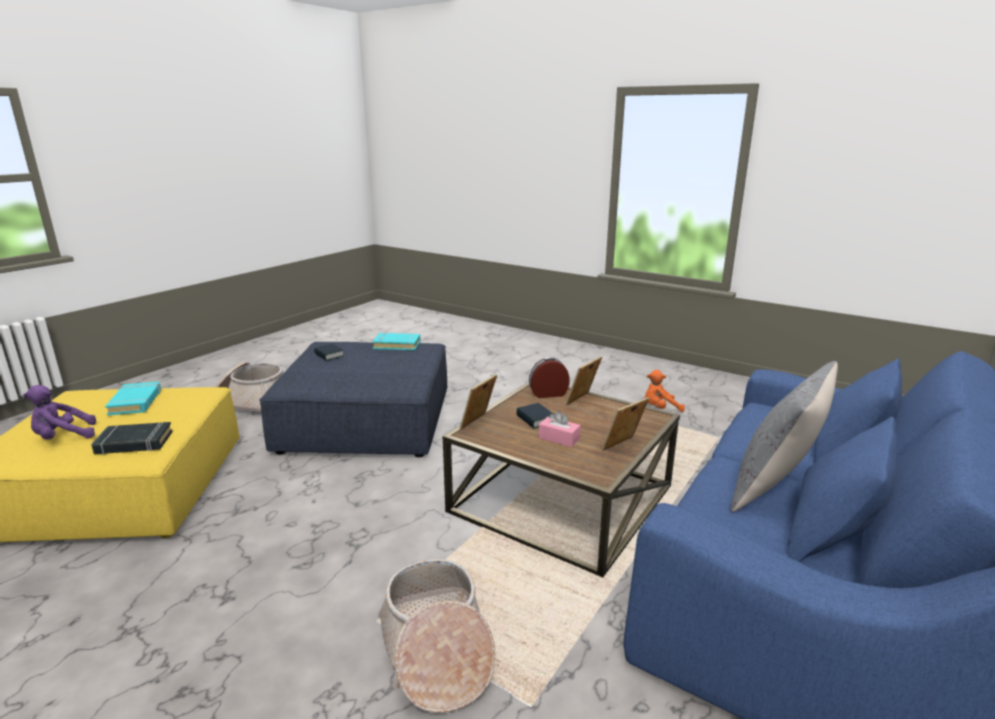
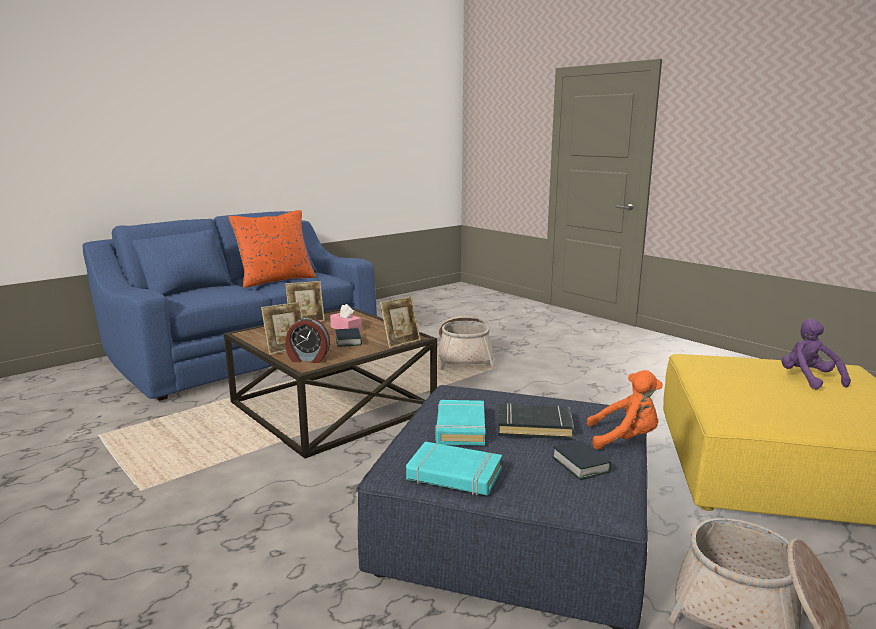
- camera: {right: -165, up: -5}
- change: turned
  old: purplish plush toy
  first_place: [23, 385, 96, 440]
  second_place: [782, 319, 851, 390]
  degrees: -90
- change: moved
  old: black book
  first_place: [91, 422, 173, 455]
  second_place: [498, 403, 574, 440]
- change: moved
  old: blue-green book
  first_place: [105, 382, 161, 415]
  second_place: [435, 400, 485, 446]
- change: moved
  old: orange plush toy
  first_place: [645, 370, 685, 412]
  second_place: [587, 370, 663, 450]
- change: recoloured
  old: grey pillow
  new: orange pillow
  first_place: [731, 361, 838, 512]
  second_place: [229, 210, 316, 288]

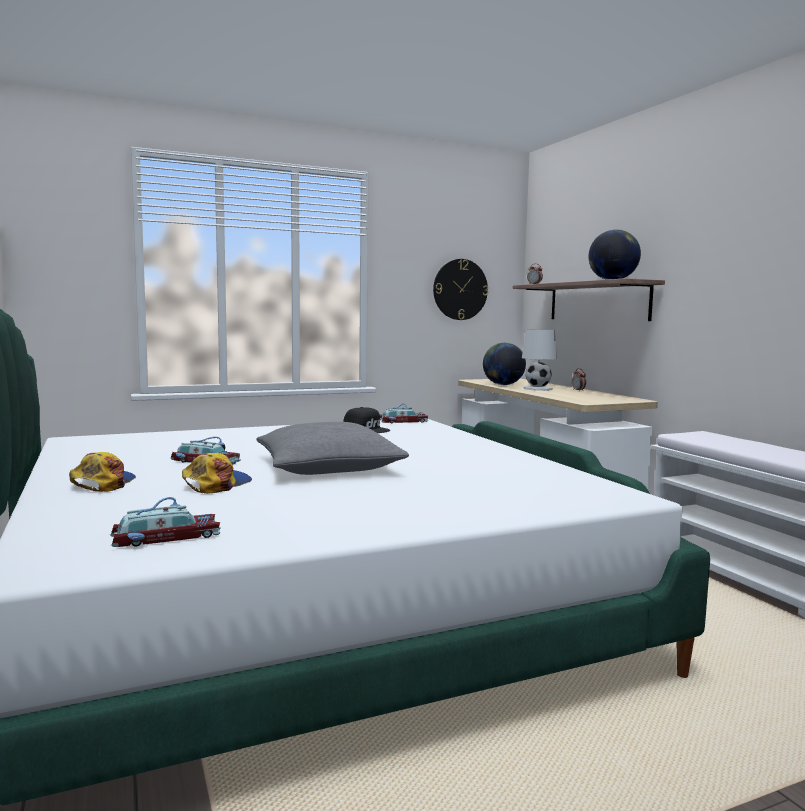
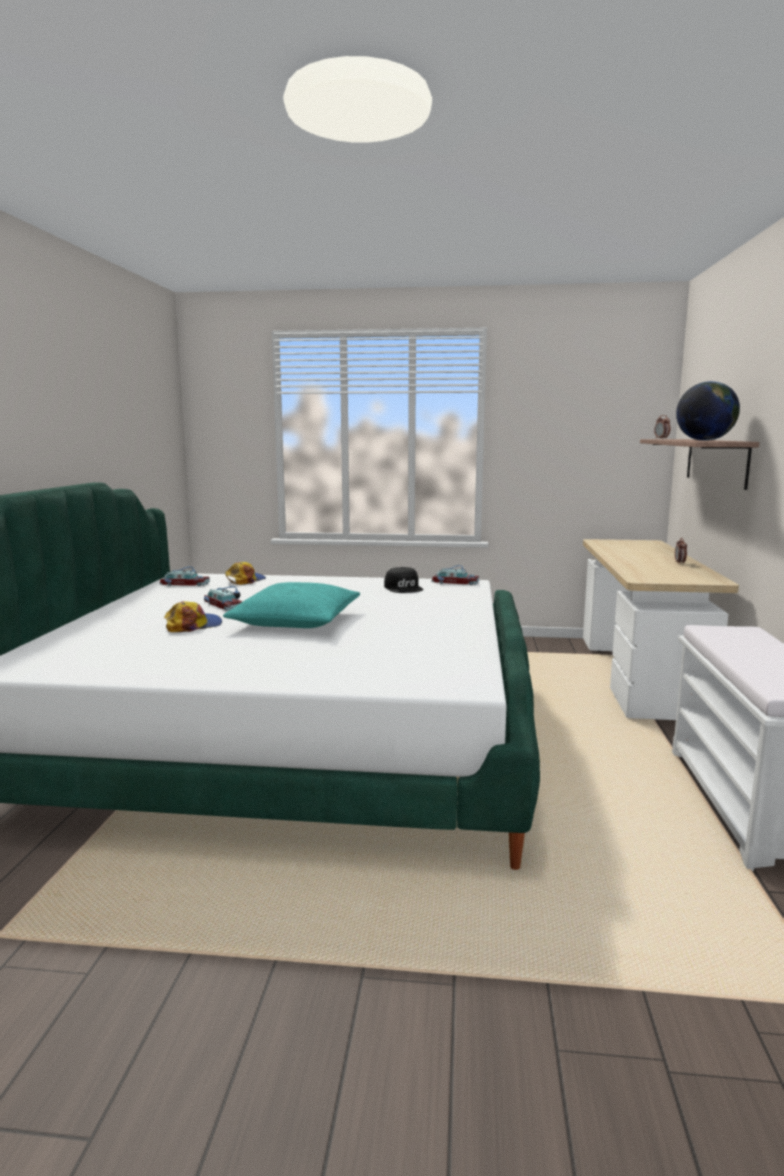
- camera: {right: 30, up: 5}
- change: moved
  old: peaked cap
  first_place: [69, 452, 136, 492]
  second_place: [225, 562, 266, 585]
- change: moved
  old: model car
  first_place: [110, 497, 221, 547]
  second_place: [159, 566, 210, 586]
- change: recoloured
  old: grey pillow
  new: blue-green pillow
  first_place: [256, 422, 409, 475]
  second_place: [223, 582, 360, 628]
- change: removed
  old: wall clock
  first_place: [433, 259, 488, 320]
- change: removed
  old: desk globe
  first_place: [483, 343, 526, 385]
- change: removed
  old: whitish tabletop lamp
  first_place: [522, 329, 557, 391]

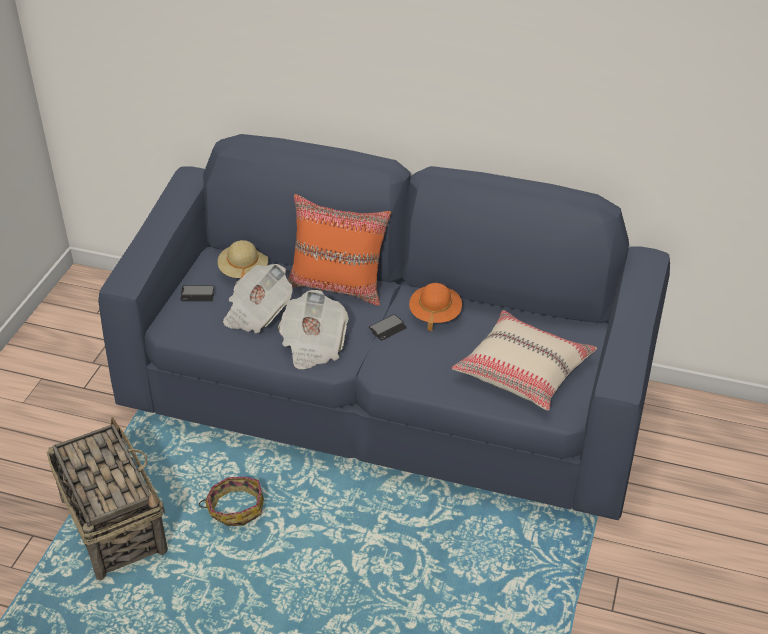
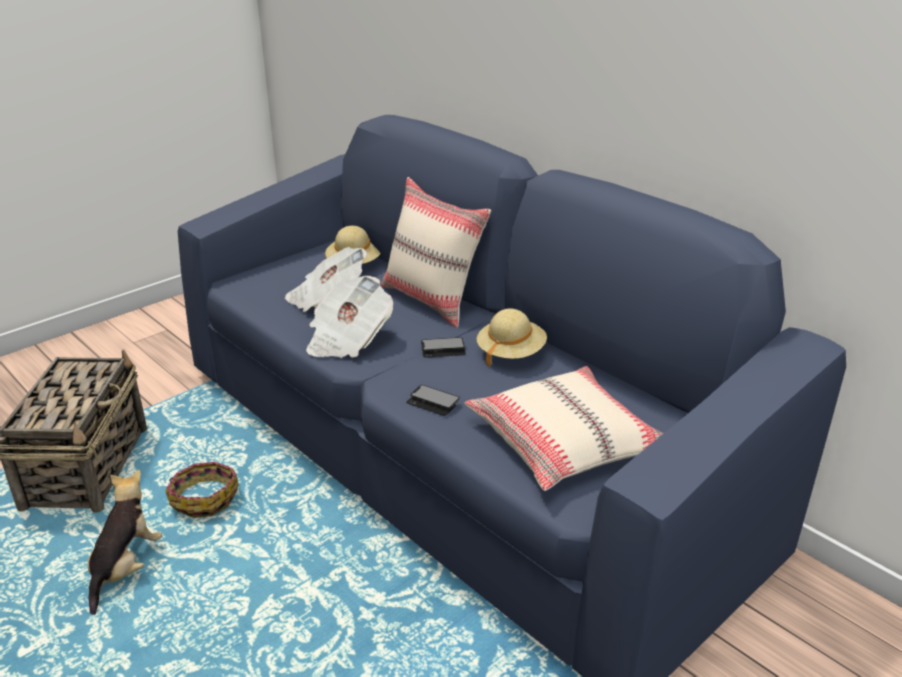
- camera: {right: 30, up: -10}
- change: moved
  old: handset
  first_place: [180, 285, 215, 301]
  second_place: [406, 385, 460, 416]
- change: recoloured
  old: orange pillow
  new: beige-coloured pillow
  first_place: [288, 194, 391, 306]
  second_place: [381, 177, 491, 328]
- change: recoloured
  old: orange clothing hat
  new: beige-coloured clothing hat
  first_place: [409, 283, 462, 332]
  second_place: [477, 309, 547, 367]
- change: added
  new: plush toy
  second_place: [88, 470, 162, 615]

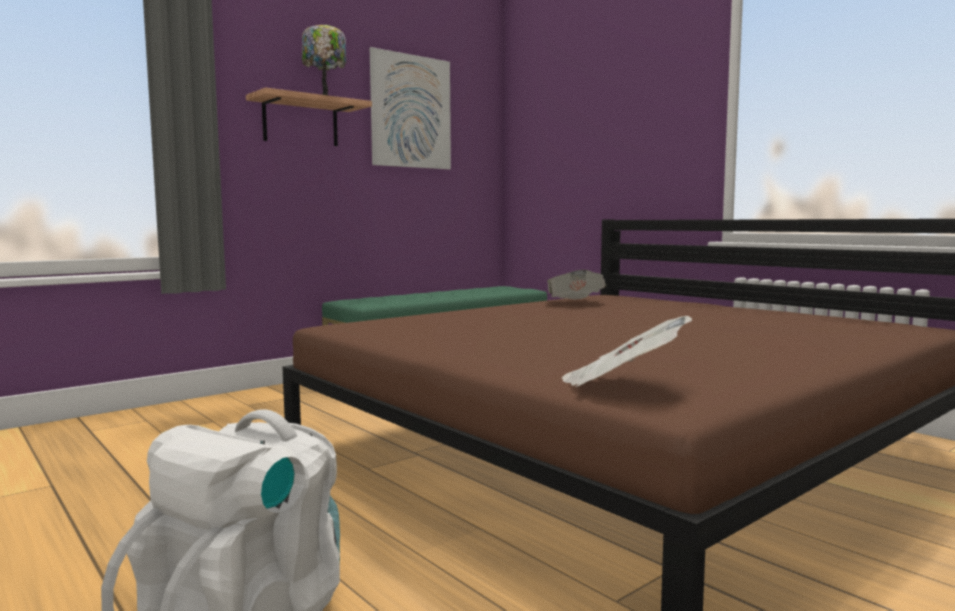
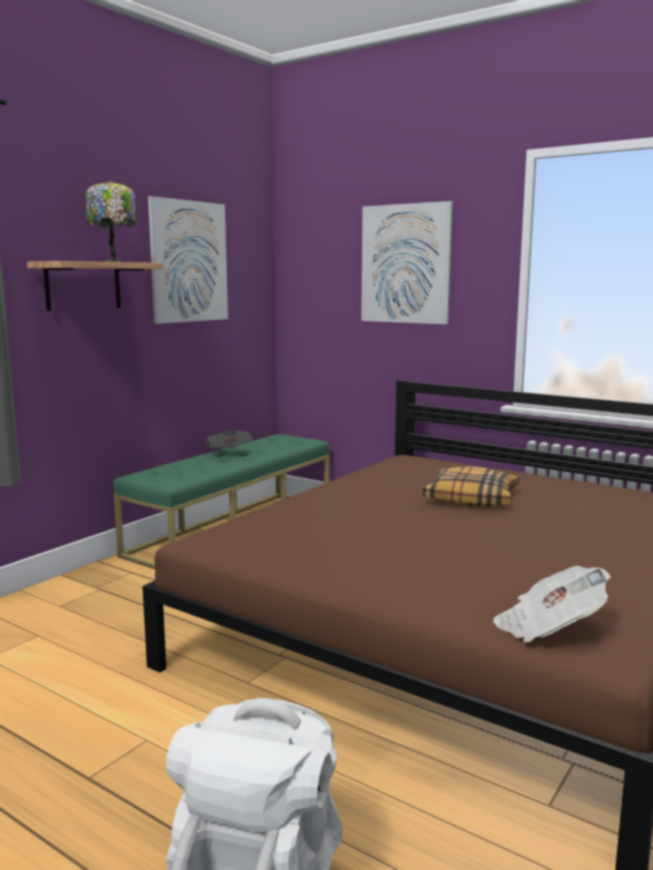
- camera: {right: -15, up: 5}
- change: moved
  old: newspaper
  first_place: [547, 270, 606, 299]
  second_place: [205, 430, 253, 448]
- change: added
  new: wall picture
  second_place: [361, 201, 453, 324]
- change: added
  new: pillow
  second_place: [423, 467, 519, 507]

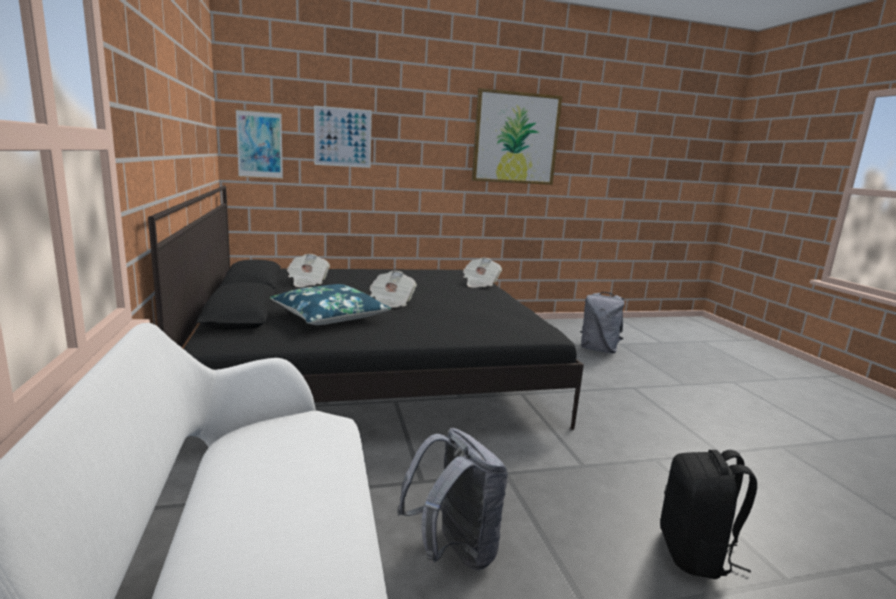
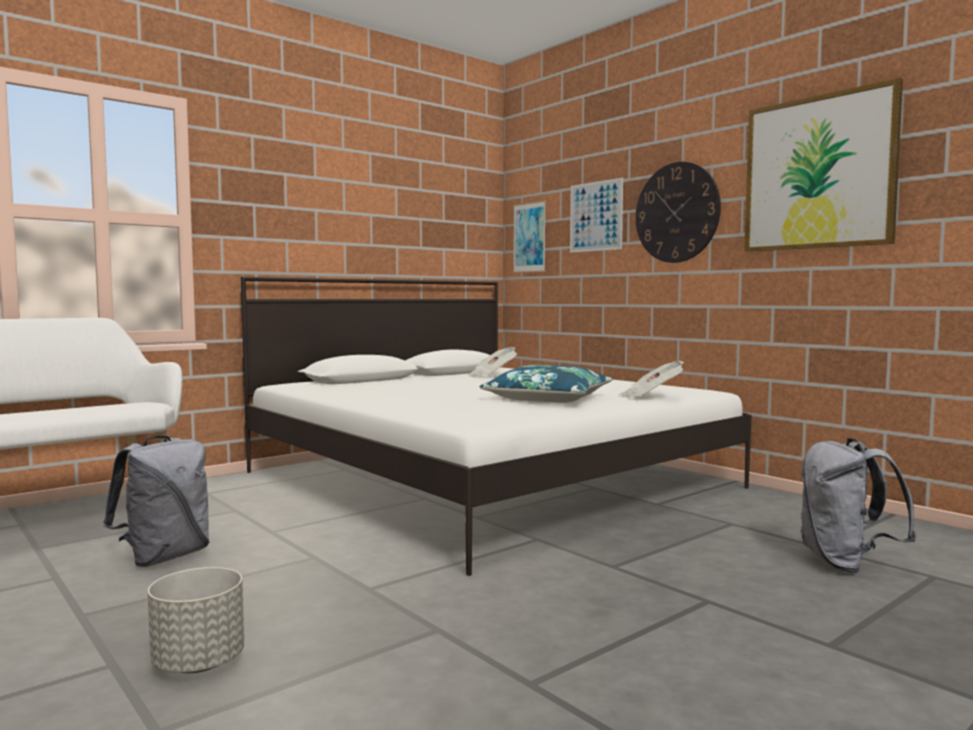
- camera: {right: 65, up: -10}
- change: recoloured
  old: black sleeping bed
  new: whitish sleeping bed
  first_place: [148, 186, 584, 430]
  second_place: [241, 277, 752, 576]
- change: moved
  old: blue-coloured pillow
  first_place: [270, 284, 391, 325]
  second_place: [479, 365, 613, 403]
- change: removed
  old: newspaper
  first_place: [369, 271, 417, 308]
- change: replaced
  old: black backpack
  new: grey planter
  first_place: [660, 450, 757, 579]
  second_place: [148, 567, 244, 673]
- change: added
  new: wall clock
  second_place: [635, 162, 721, 263]

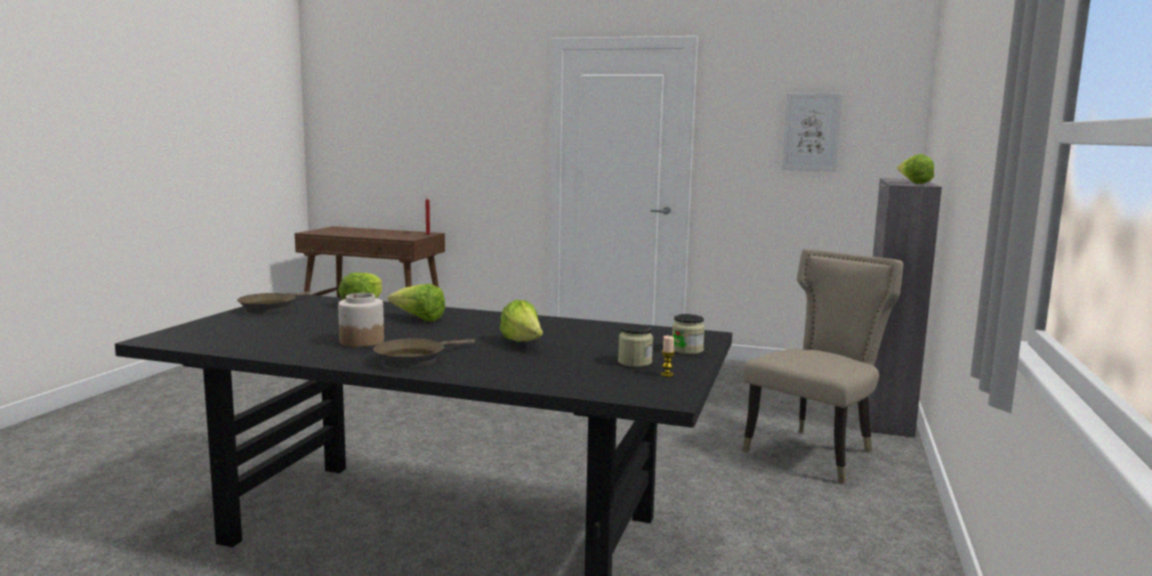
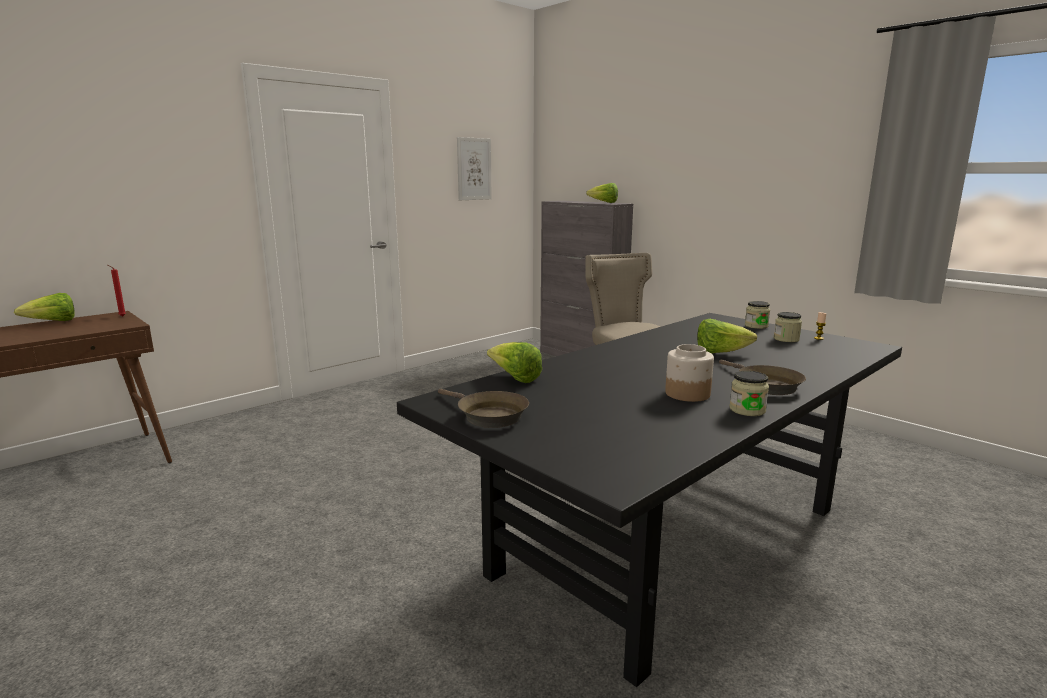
- camera: {right: -60, up: 5}
- change: moved
  old: head of lettuce
  first_place: [388, 284, 445, 321]
  second_place: [14, 293, 75, 321]
- change: added
  new: preserve jar
  second_place: [729, 371, 769, 416]

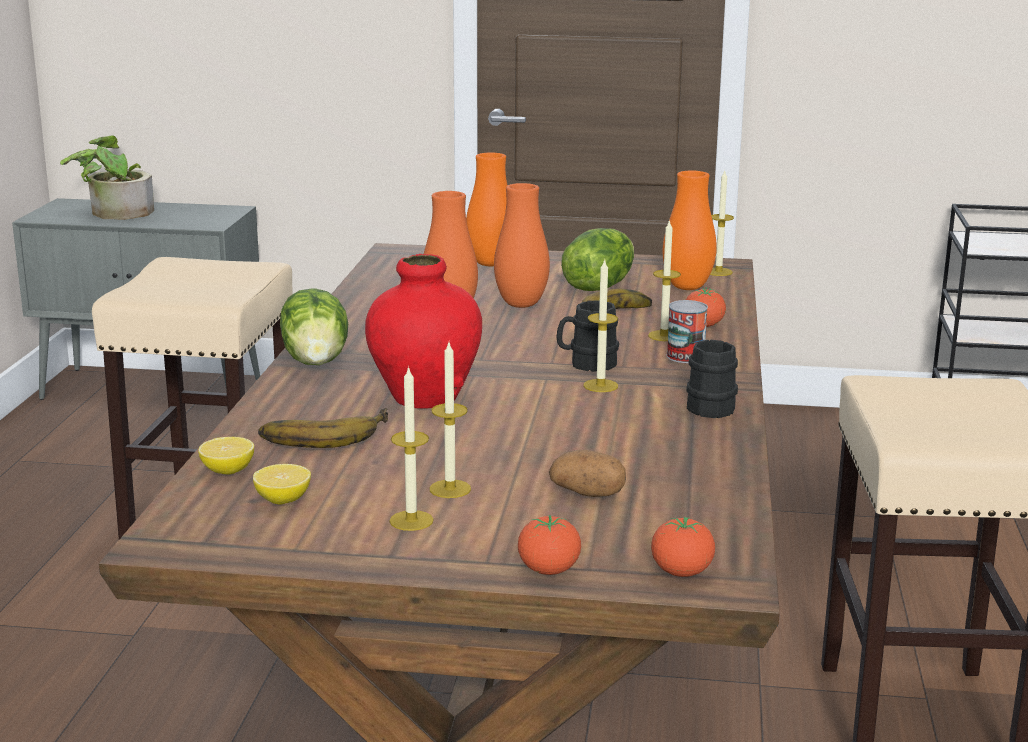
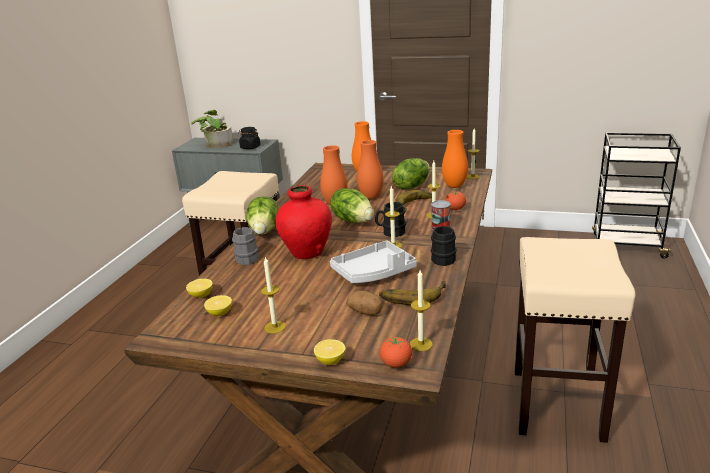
- camera: {right: 10, up: 5}
- change: moved
  old: whole banana
  first_place: [258, 408, 388, 448]
  second_place: [379, 281, 446, 305]
- change: moved
  old: wax light
  first_place: [429, 343, 471, 498]
  second_place: [410, 270, 433, 351]
- change: replaced
  old: fresh tomato
  new: whole lemon
  first_place: [518, 515, 581, 575]
  second_place: [314, 339, 346, 365]
- change: added
  new: grey mug
  second_place: [232, 227, 259, 265]
- change: added
  new: black preserve jar
  second_place: [238, 127, 261, 149]
- change: added
  new: head of lettuce
  second_place: [330, 188, 374, 223]
- change: added
  new: grey serving tray
  second_place: [330, 240, 417, 283]

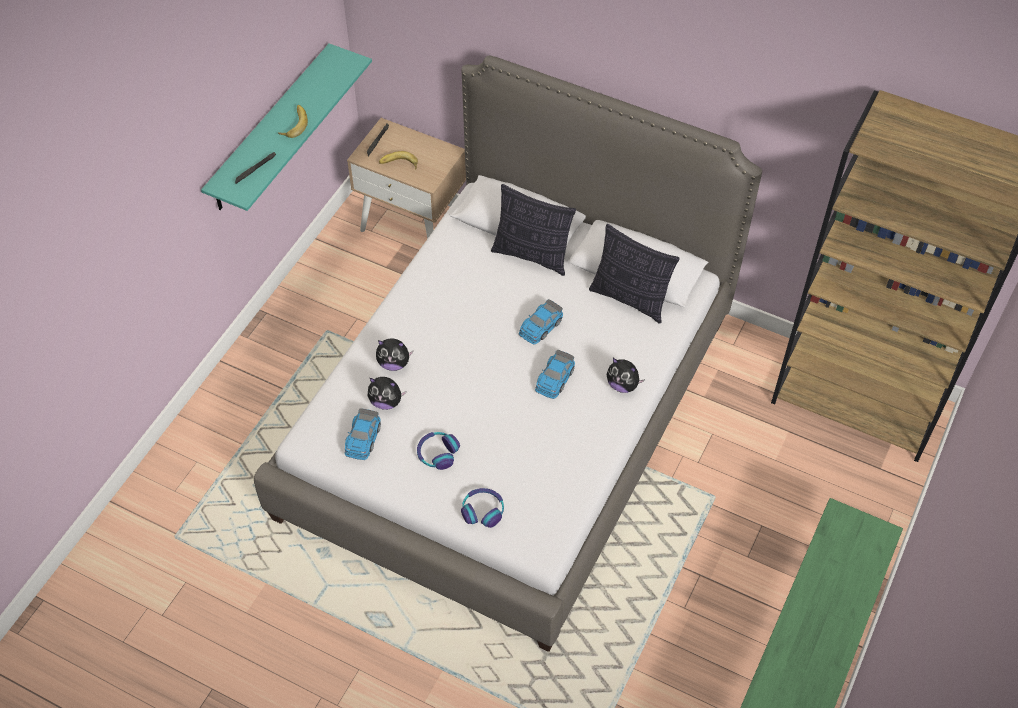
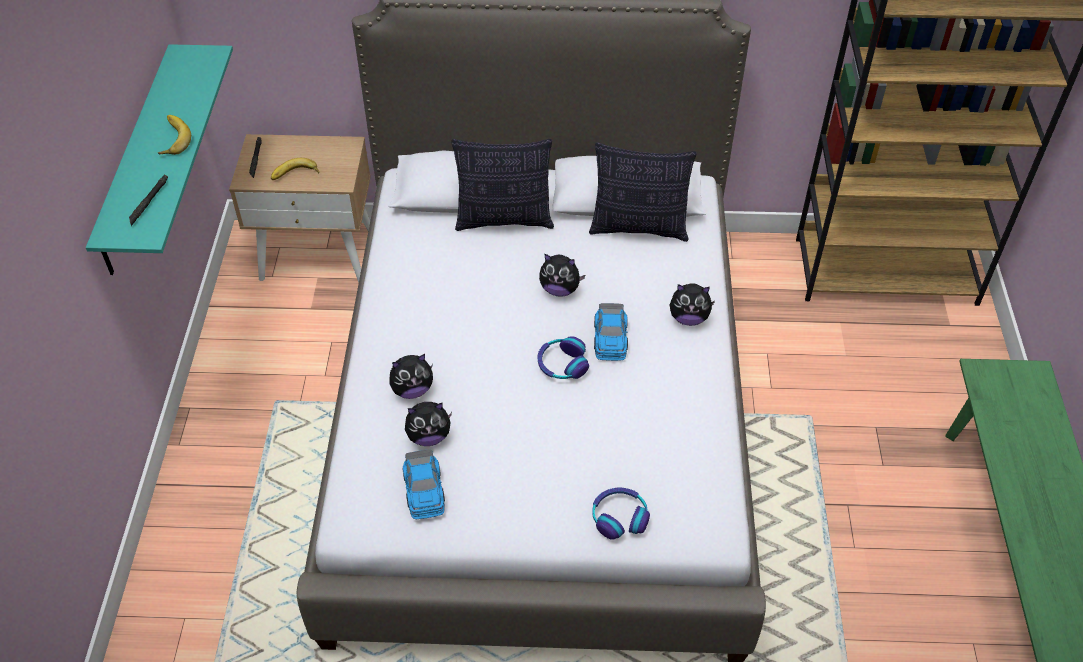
- camera: {right: -25, up: -5}
- change: moved
  old: headphones
  first_place: [417, 432, 460, 470]
  second_place: [537, 336, 589, 379]
- change: replaced
  old: model car
  new: plush toy
  first_place: [519, 299, 563, 345]
  second_place: [539, 253, 585, 297]

